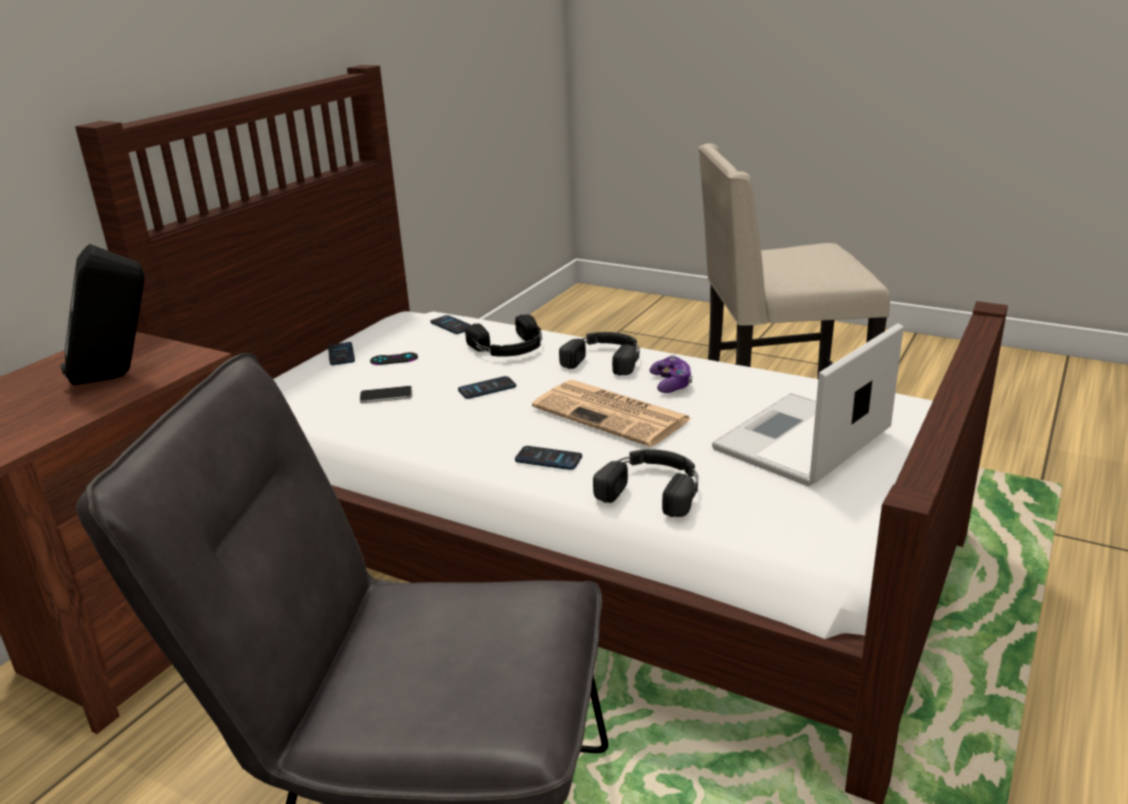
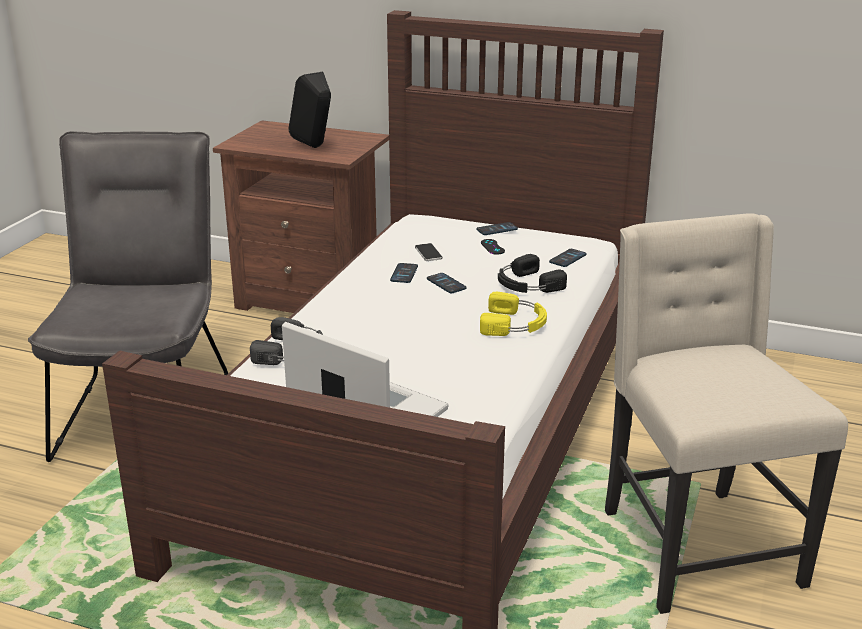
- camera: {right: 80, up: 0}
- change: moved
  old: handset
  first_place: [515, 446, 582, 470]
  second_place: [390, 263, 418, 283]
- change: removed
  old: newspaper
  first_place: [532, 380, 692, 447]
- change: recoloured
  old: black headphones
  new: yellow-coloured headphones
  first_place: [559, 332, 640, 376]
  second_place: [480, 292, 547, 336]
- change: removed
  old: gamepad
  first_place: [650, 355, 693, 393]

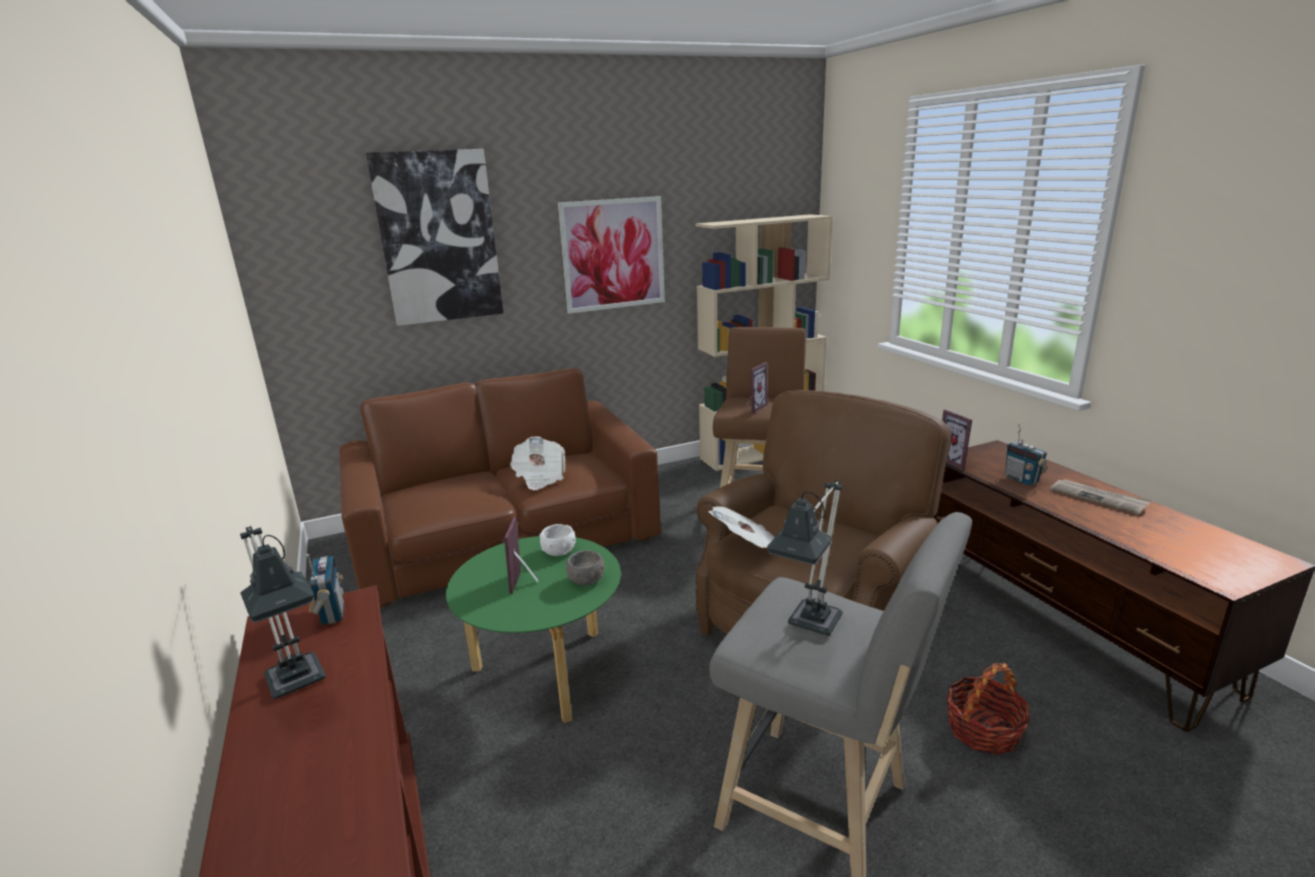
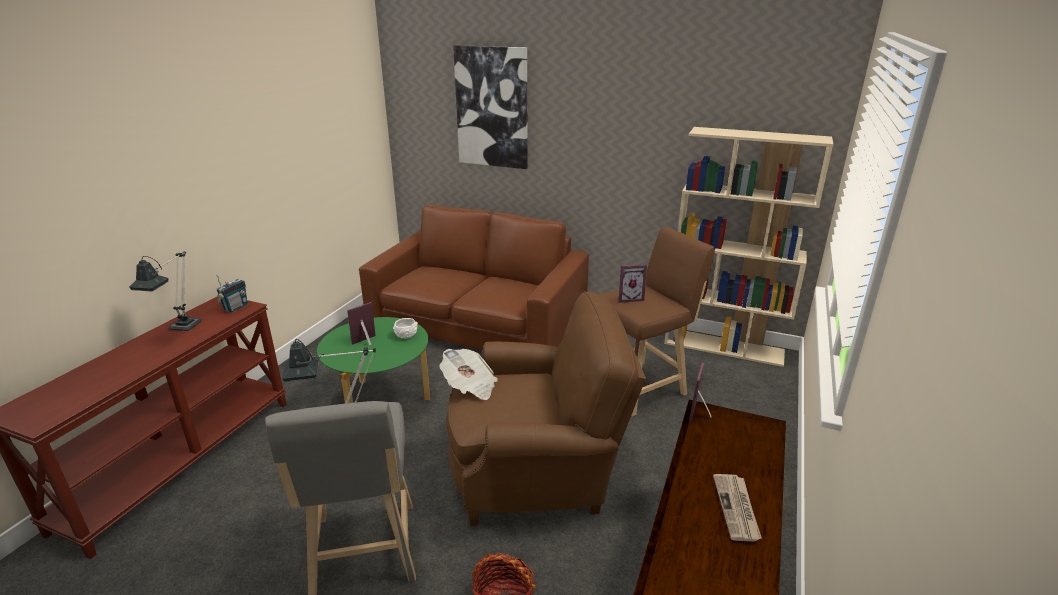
- camera: {right: 45, up: 5}
- change: removed
  old: newspaper
  first_place: [510, 436, 565, 490]
- change: removed
  old: wall picture
  first_place: [558, 196, 665, 314]
- change: removed
  old: grey bowl
  first_place: [565, 550, 604, 585]
- change: removed
  old: radio set
  first_place: [1005, 424, 1048, 486]

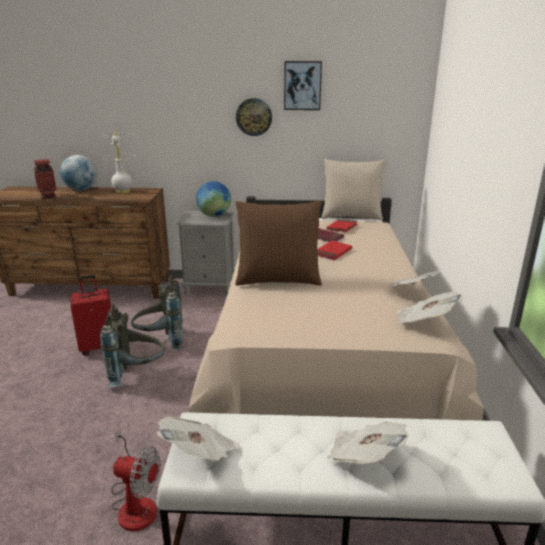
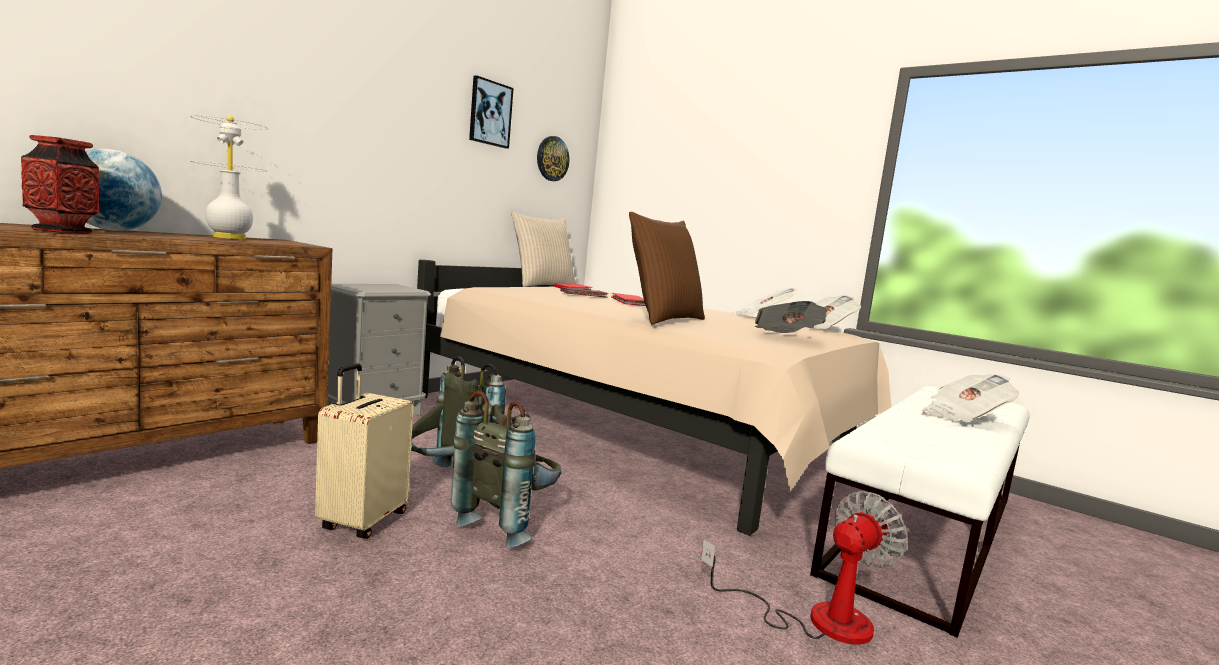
- camera: {right: -55, up: -15}
- change: recoloured
  old: red-coloured piece of luggage
  new: beige-coloured piece of luggage
  first_place: [70, 275, 111, 356]
  second_place: [315, 363, 414, 539]
- change: moved
  old: newspaper
  first_place: [156, 416, 240, 461]
  second_place: [755, 301, 827, 333]
- change: removed
  old: desk globe
  first_place: [196, 181, 231, 217]
- change: moved
  old: wall clock
  first_place: [236, 98, 272, 136]
  second_place: [537, 136, 569, 181]

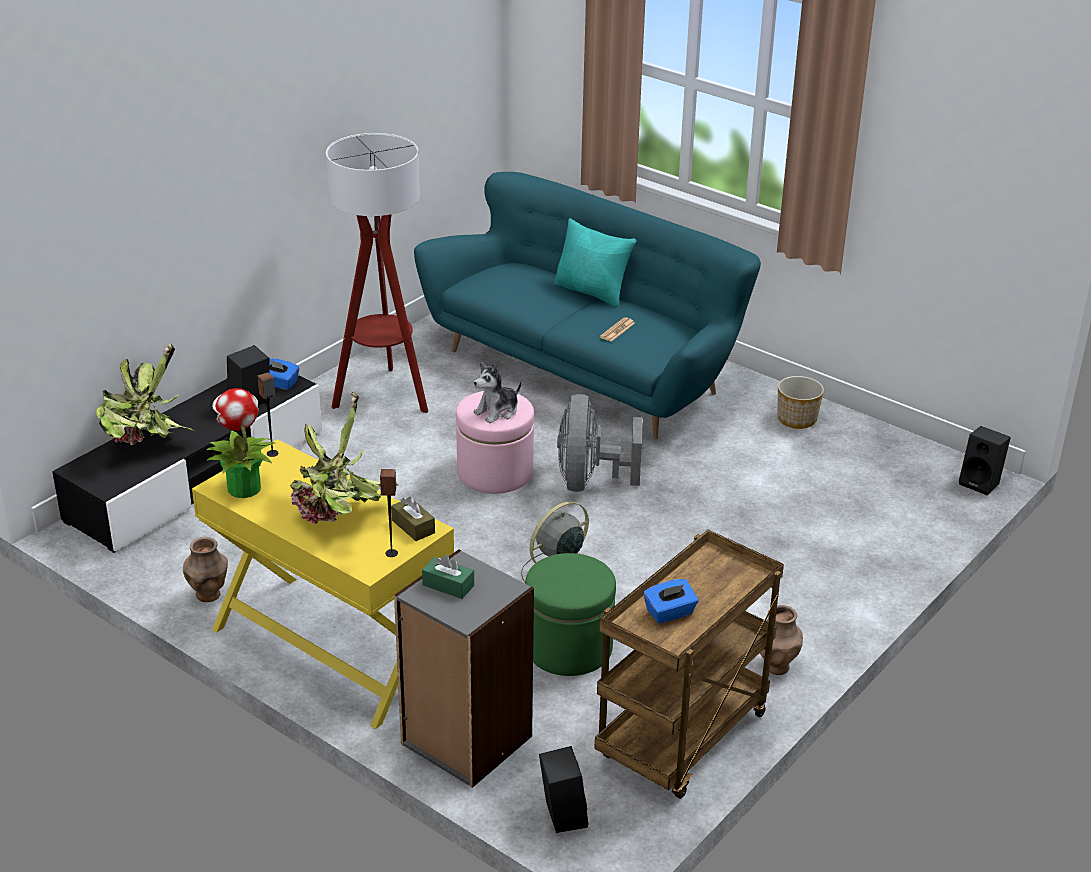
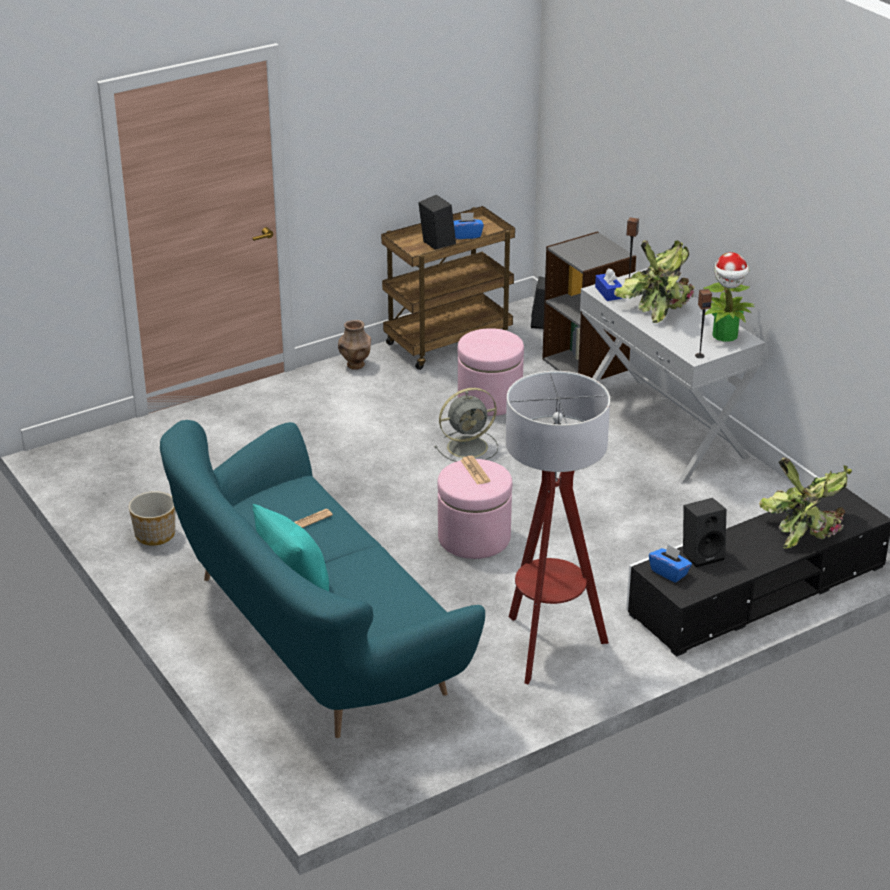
- camera: {right: -160, up: 0}
- change: removed
  old: brownish vase
  first_place: [183, 537, 228, 602]
- change: recoloured
  old: yellow-coloured console table
  new: whitish console table
  first_place: [192, 439, 454, 729]
  second_place: [580, 268, 765, 483]
- change: recoloured
  old: brownish box of tissues
  new: blue-coloured box of tissues
  first_place: [391, 496, 435, 541]
  second_place: [595, 268, 622, 301]
- change: removed
  old: green-coloured box of tissues
  first_place: [422, 555, 474, 599]
- change: replaced
  old: plush toy
  new: newspaper
  first_place: [473, 362, 521, 423]
  second_place: [460, 456, 491, 485]
- change: recoloured
  old: green-coloured ottoman
  new: pink-coloured ottoman
  first_place: [525, 553, 616, 676]
  second_place: [458, 328, 524, 416]
- change: removed
  old: grey fan
  first_place: [557, 394, 643, 492]
- change: moved
  old: black loudspeaker
  first_place: [959, 426, 1011, 496]
  second_place: [418, 195, 456, 250]

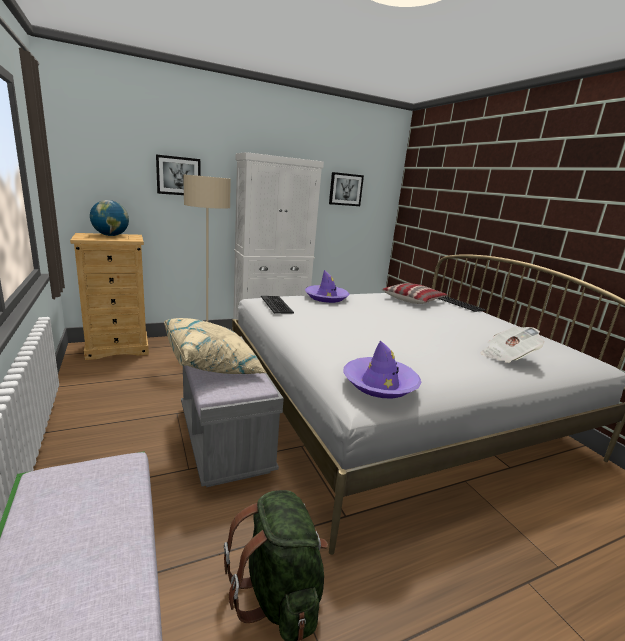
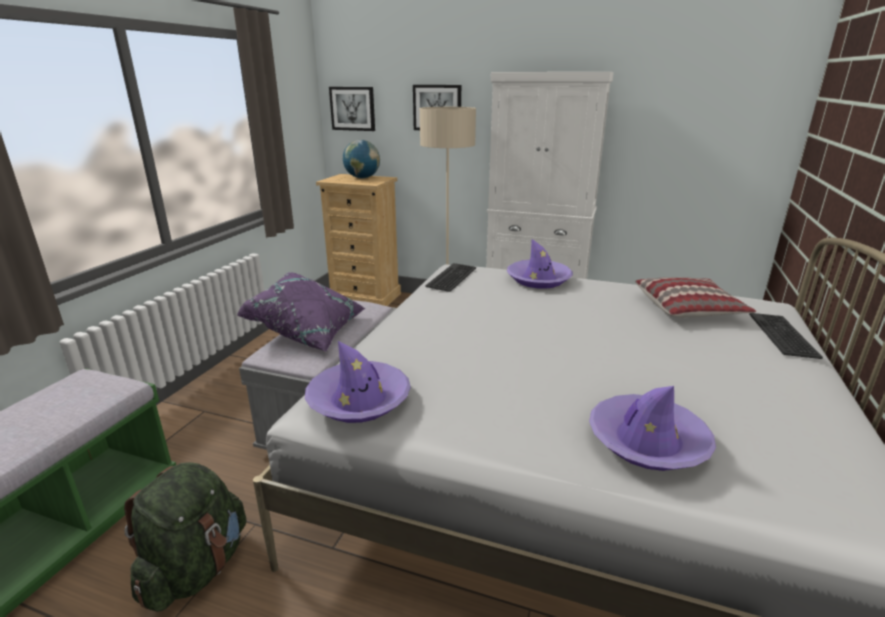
- camera: {right: 45, up: 5}
- change: recoloured
  old: beige-coloured pillow
  new: purplish pillow
  first_place: [164, 318, 267, 374]
  second_place: [237, 272, 366, 352]
- change: moved
  old: wall picture
  first_place: [329, 172, 364, 206]
  second_place: [329, 87, 375, 131]
- change: replaced
  old: newspaper
  new: purplish clothing hat
  first_place: [480, 327, 544, 363]
  second_place: [589, 386, 716, 471]

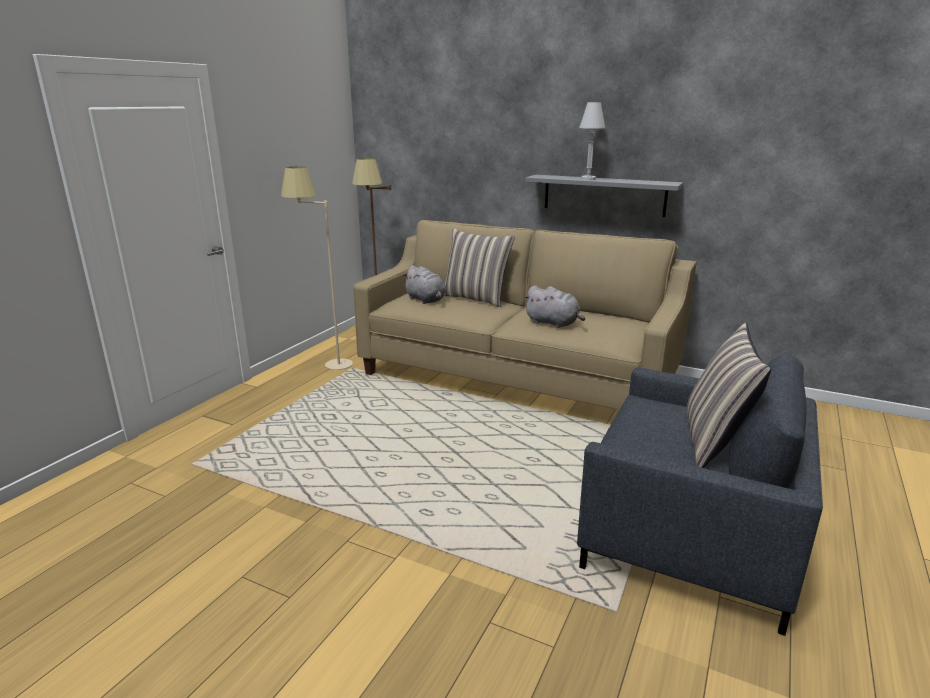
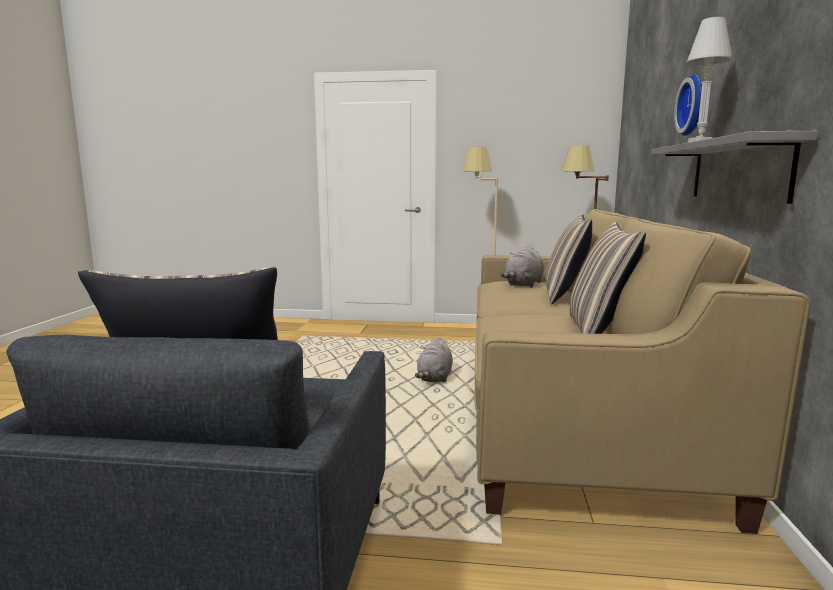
- camera: {right: 70, up: -10}
- change: moved
  old: grey plush toy
  first_place: [523, 286, 585, 328]
  second_place: [415, 337, 453, 382]
- change: added
  new: pillow
  second_place: [569, 222, 646, 334]
- change: added
  new: wall clock
  second_place: [674, 74, 702, 136]

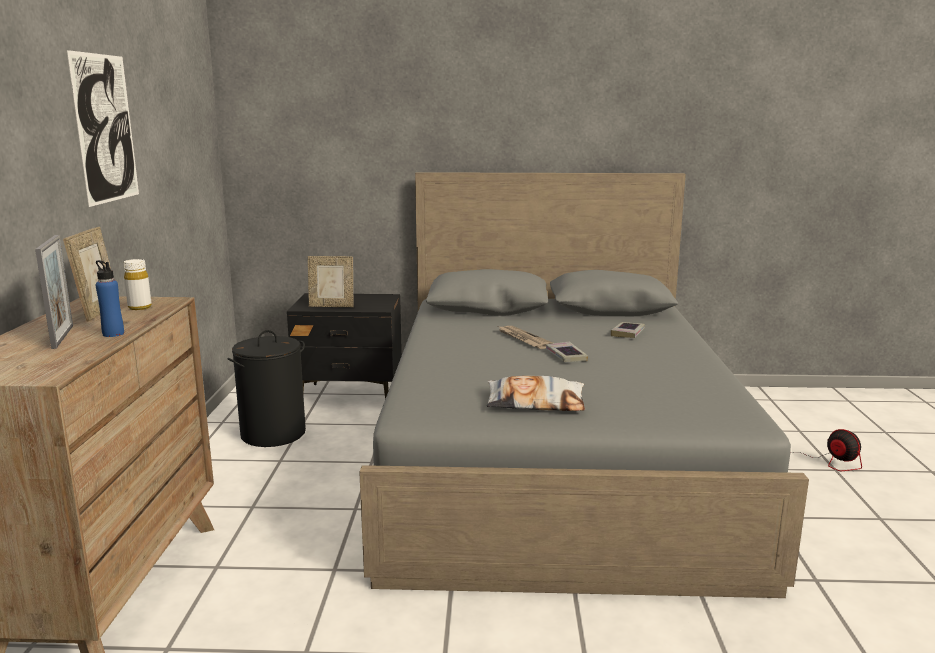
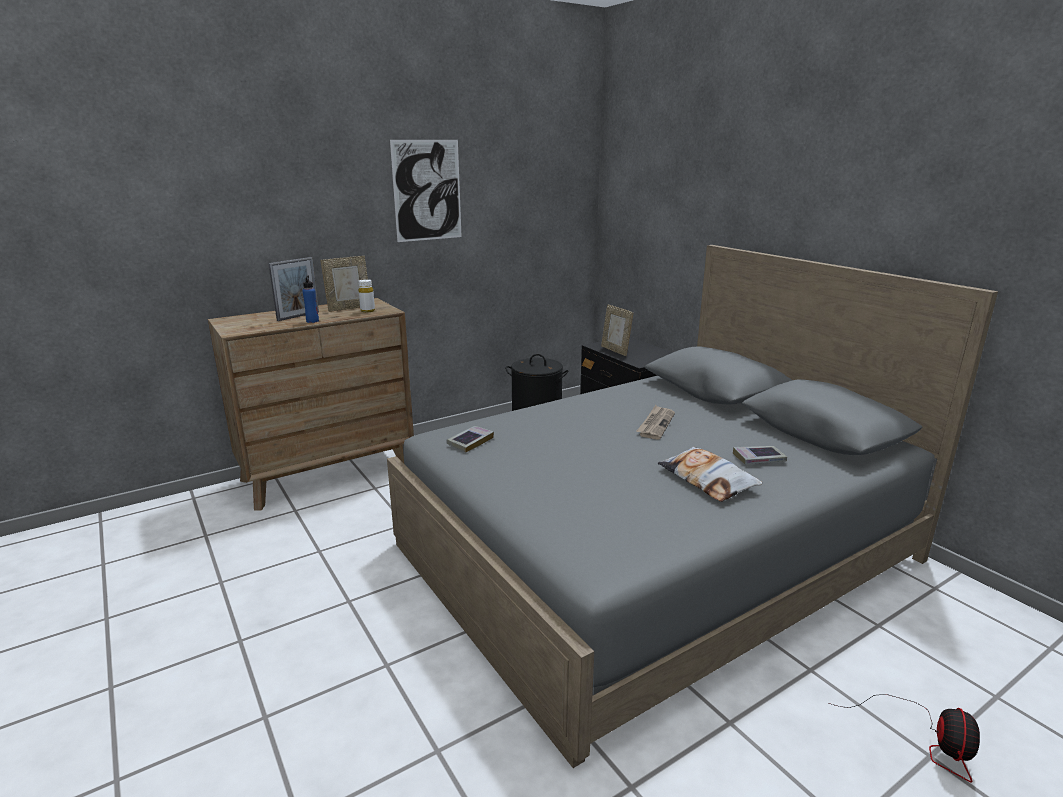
- camera: {right: 55, up: 5}
- change: moved
  old: pillow
  first_place: [487, 376, 585, 411]
  second_place: [658, 446, 763, 502]
- change: moved
  old: book
  first_place: [546, 342, 588, 362]
  second_place: [447, 426, 494, 453]

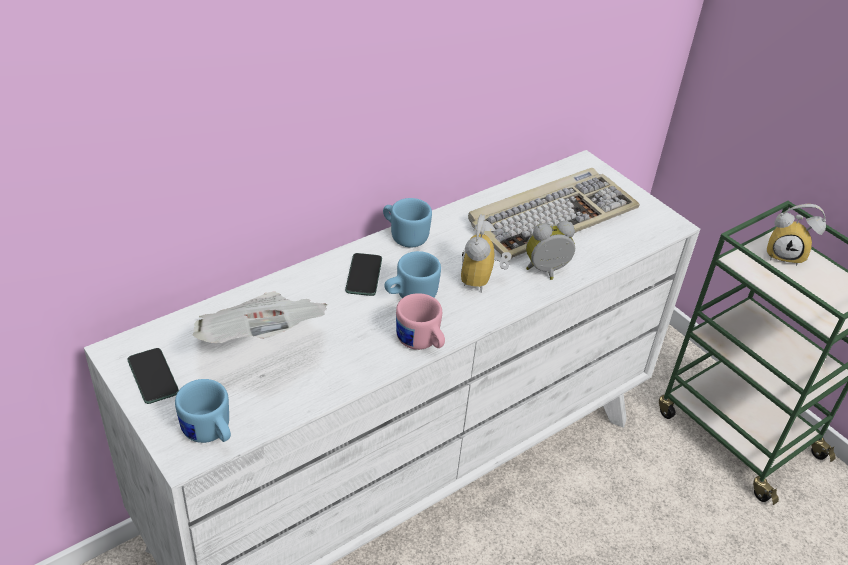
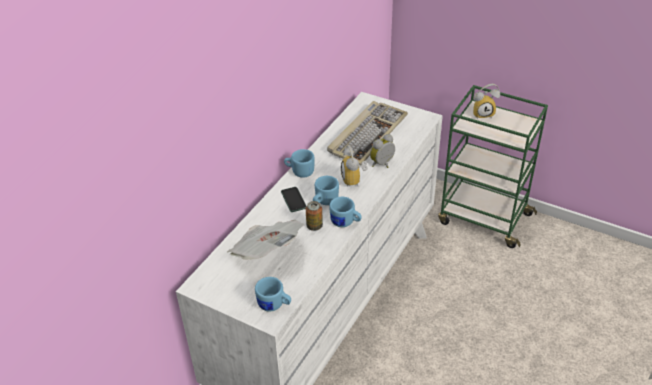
- camera: {right: -20, up: 0}
- change: removed
  old: handset
  first_place: [127, 348, 179, 404]
- change: recoloured
  old: pink-coloured mug
  new: blue-coloured mug
  first_place: [396, 293, 445, 350]
  second_place: [329, 197, 362, 227]
- change: added
  new: sealed can
  second_place: [306, 201, 323, 231]

